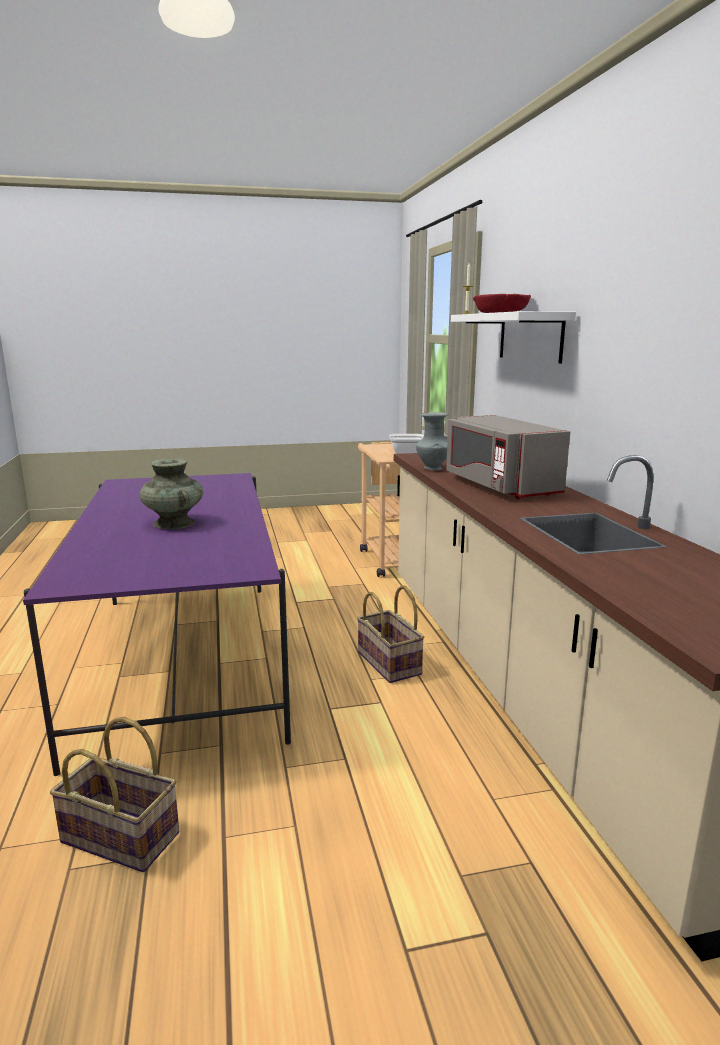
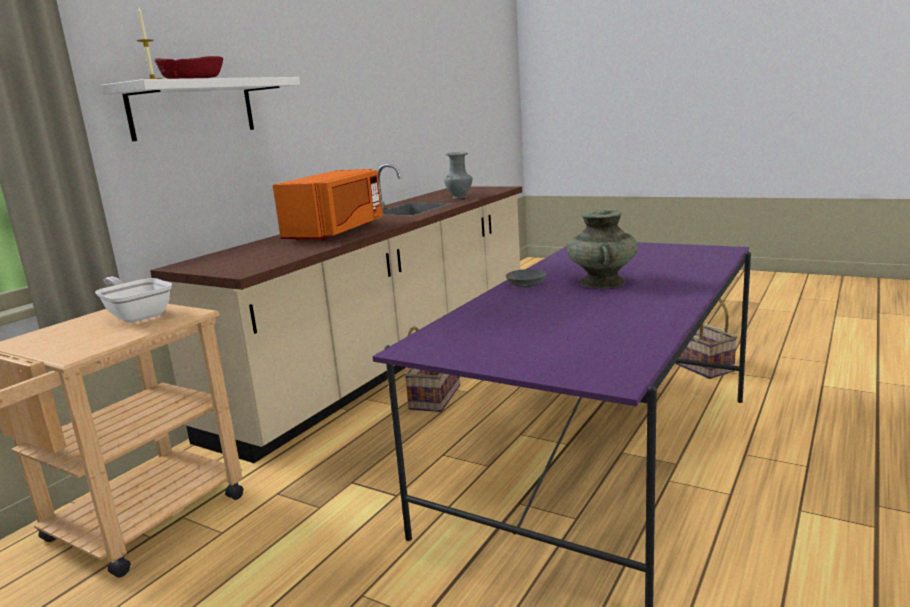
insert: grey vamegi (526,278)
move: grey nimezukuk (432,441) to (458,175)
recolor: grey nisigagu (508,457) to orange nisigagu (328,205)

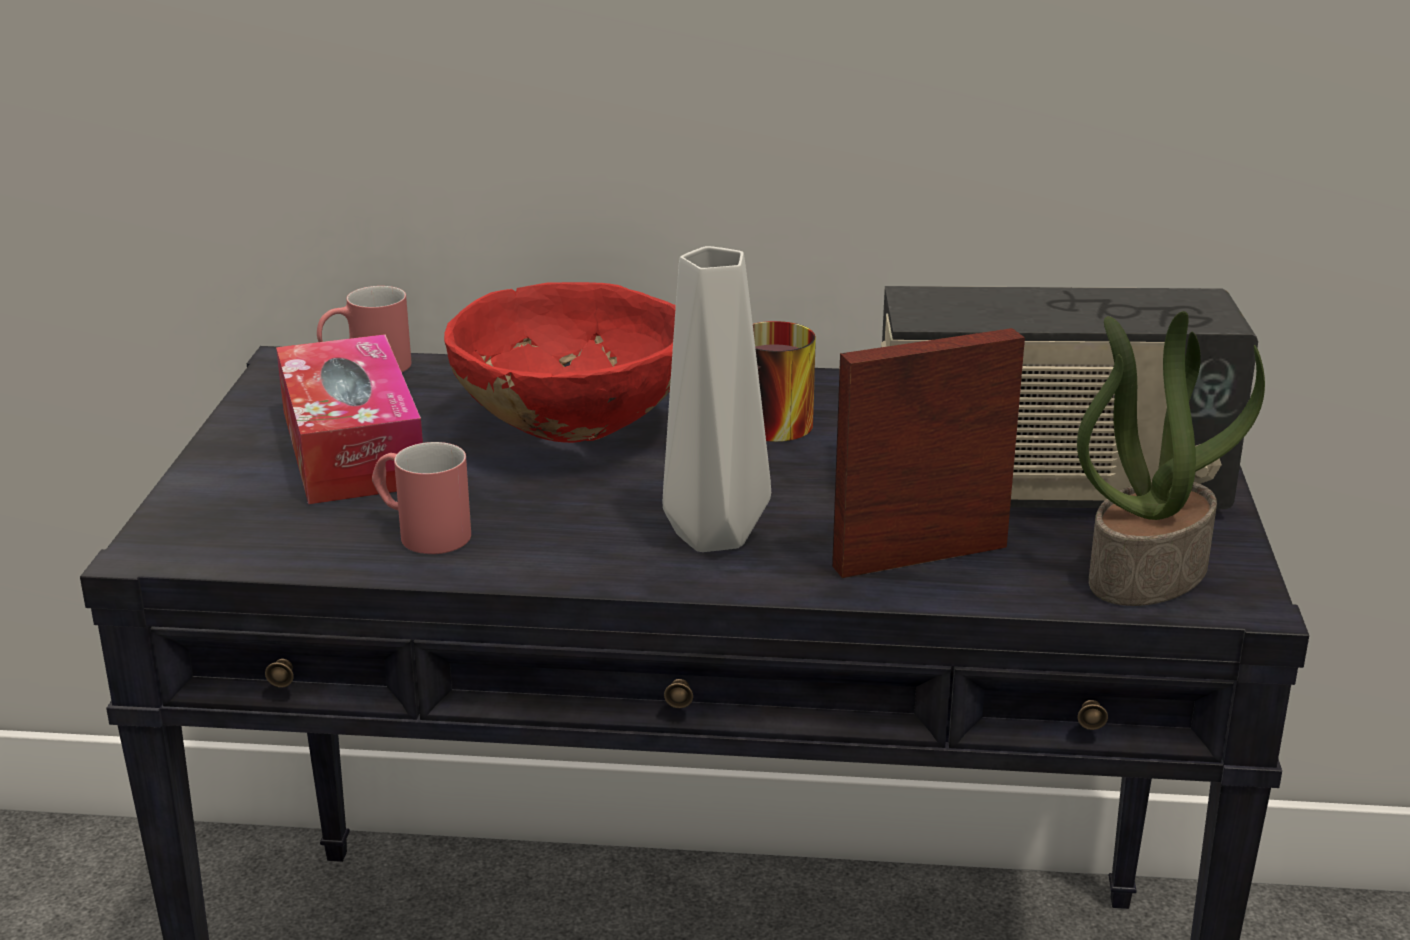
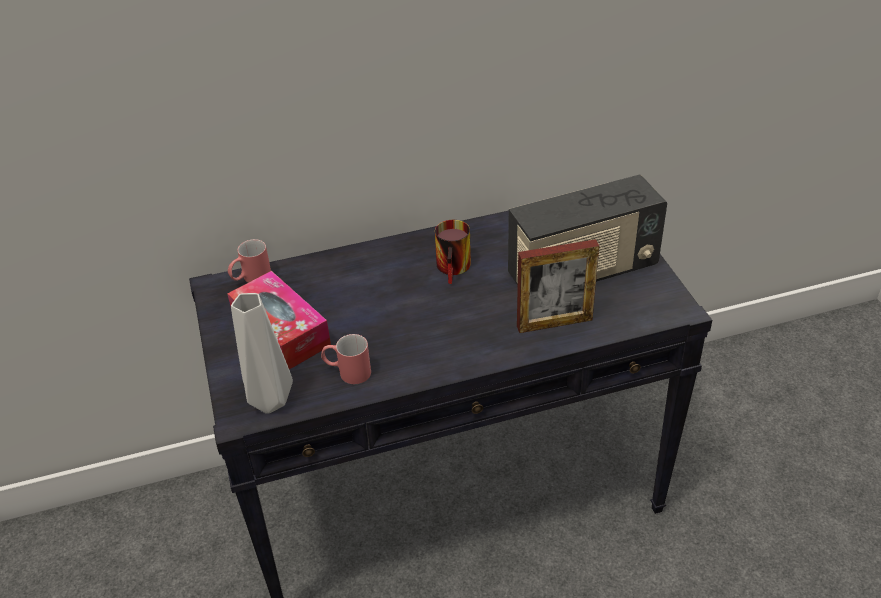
delete: red vamegi (560,362); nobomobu (1171,458)
move: grey nimezukuk (716,399) to (262,353)
rotate: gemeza (928,453) = (558,286) 150 degrees counterclockwise

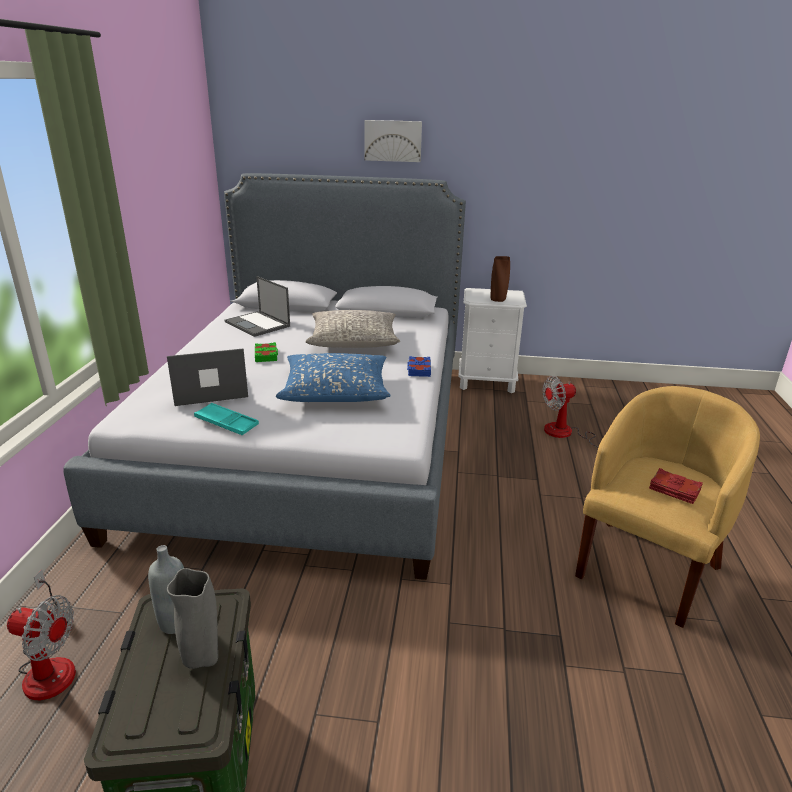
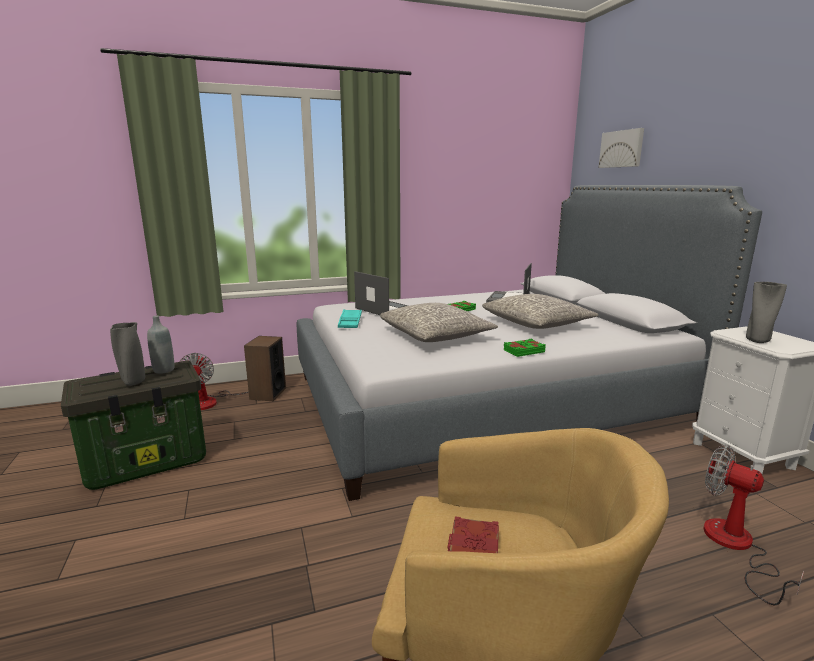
insert: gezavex (265,368)
move: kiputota (393,141) to (621,148)
recolor: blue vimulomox (333,377) to grey vimulomox (439,322); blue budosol (419,366) to green budosol (525,347); brown nimezukuk (500,279) to grey nimezukuk (766,312)

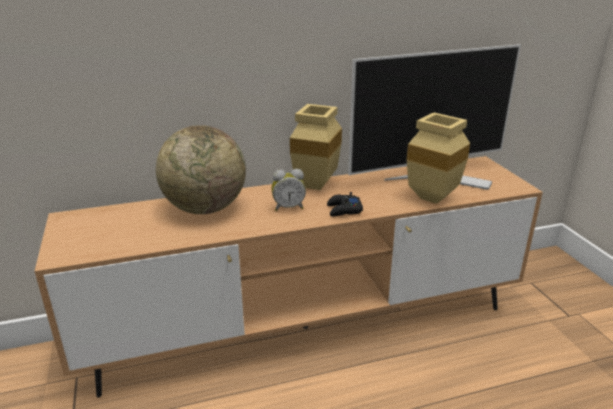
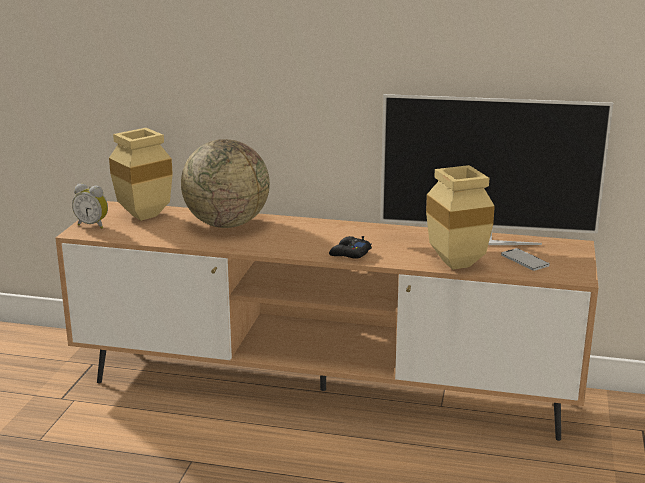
move: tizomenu (288,190) to (90,206); beige nimezukuk (316,147) to (141,174)

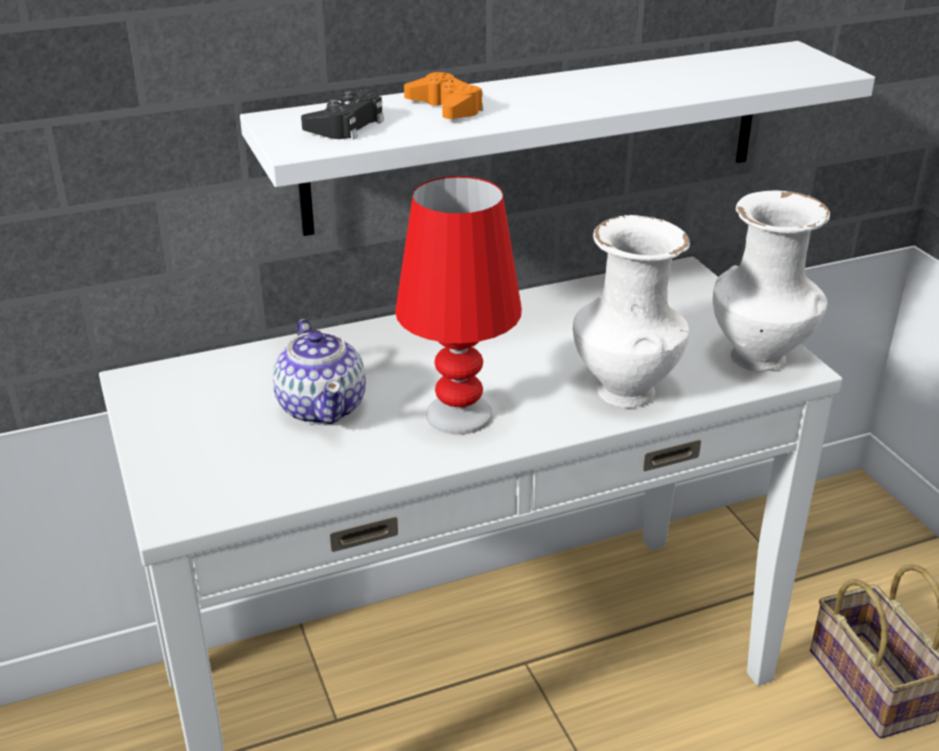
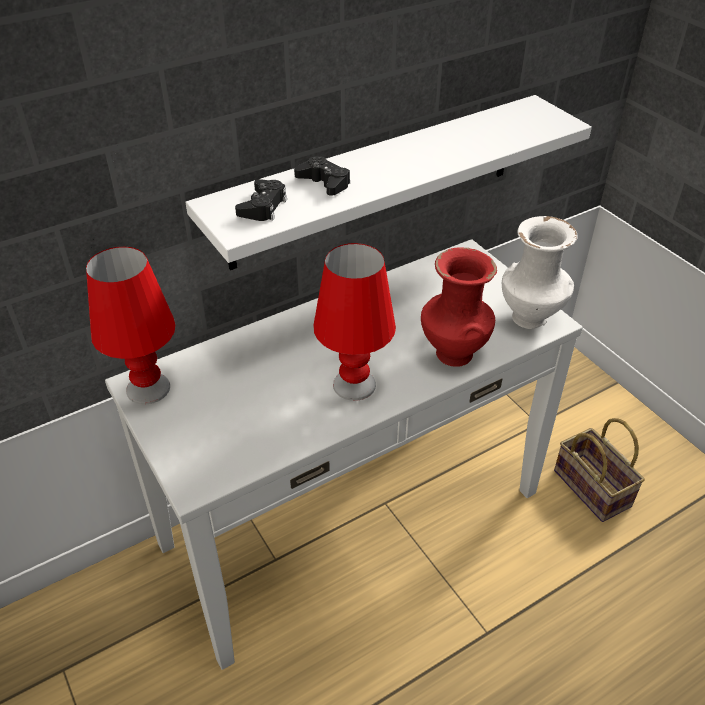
delete: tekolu (319,372)
insert: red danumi (131,326)
recolor: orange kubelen (443,95) to black kubelen (322,176); white nimezukuk (631,311) to red nimezukuk (459,307)

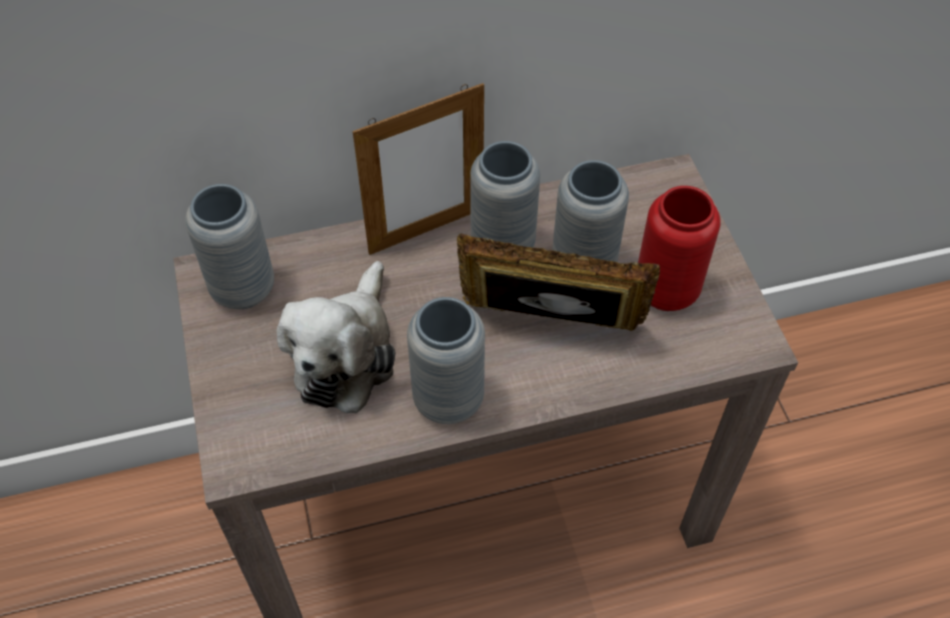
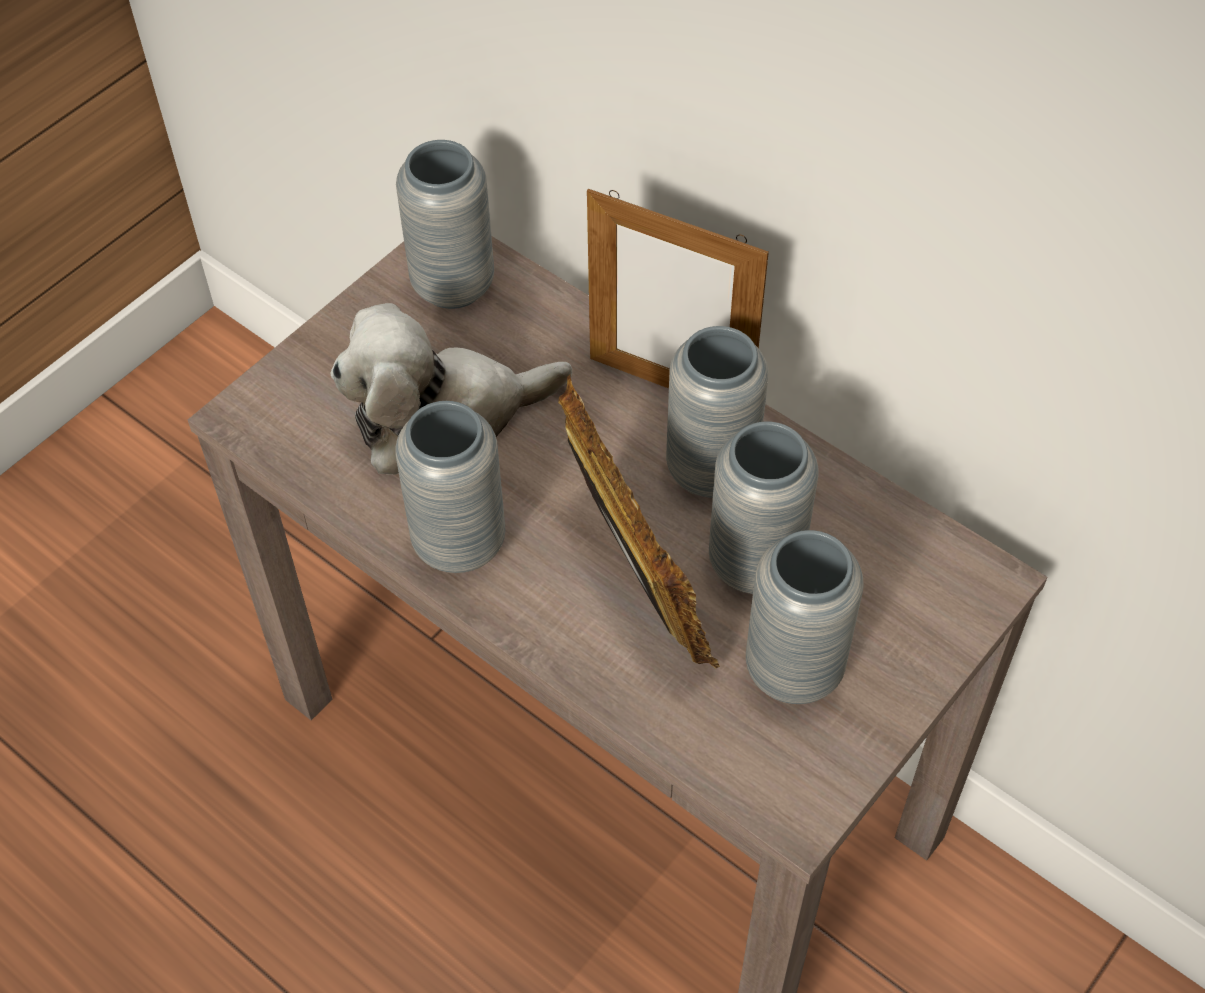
recolor: red nimezukuk (679,248) to grey nimezukuk (805,617)

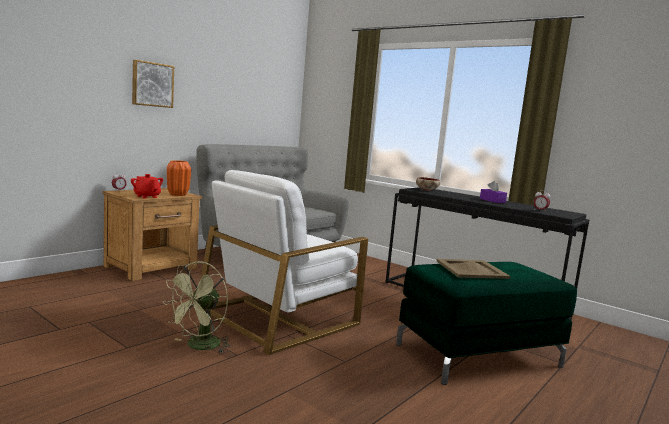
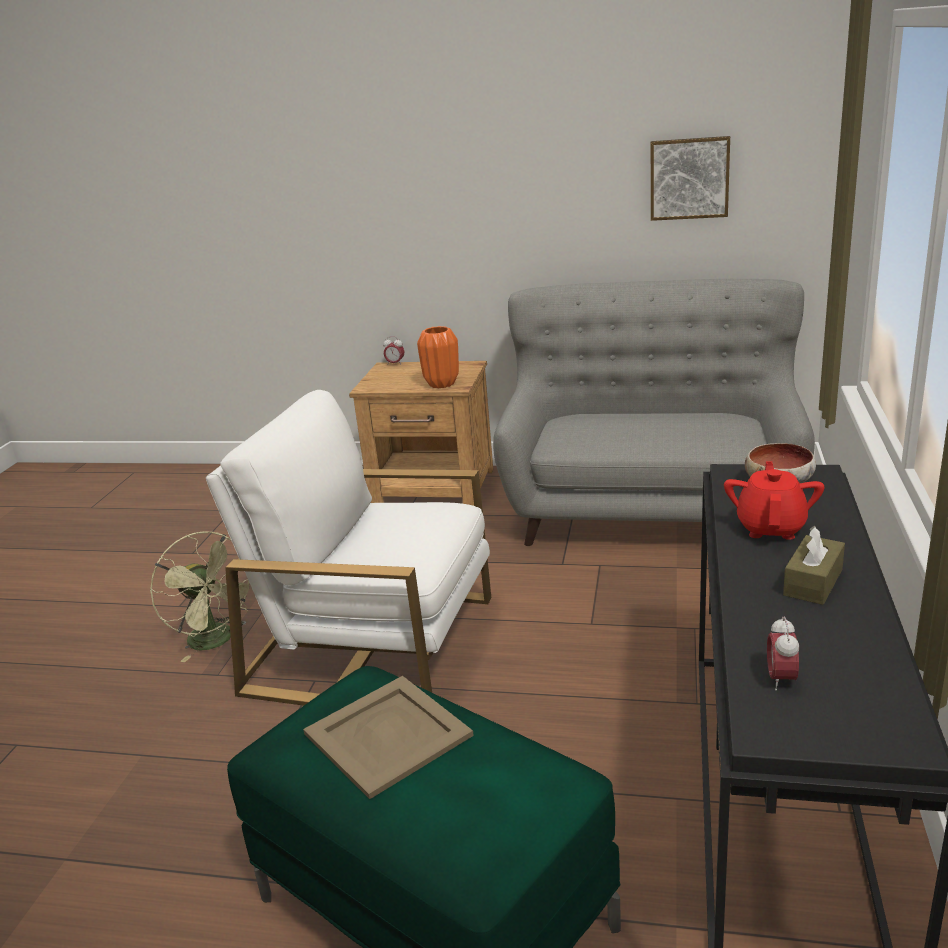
move: red tekolu (147,186) to (774,501); kiputota (153,84) to (690,178)
recolor: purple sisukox (493,192) to brown sisukox (814,565)
rotate: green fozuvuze (196,307) = (199,596) 135 degrees counterclockwise

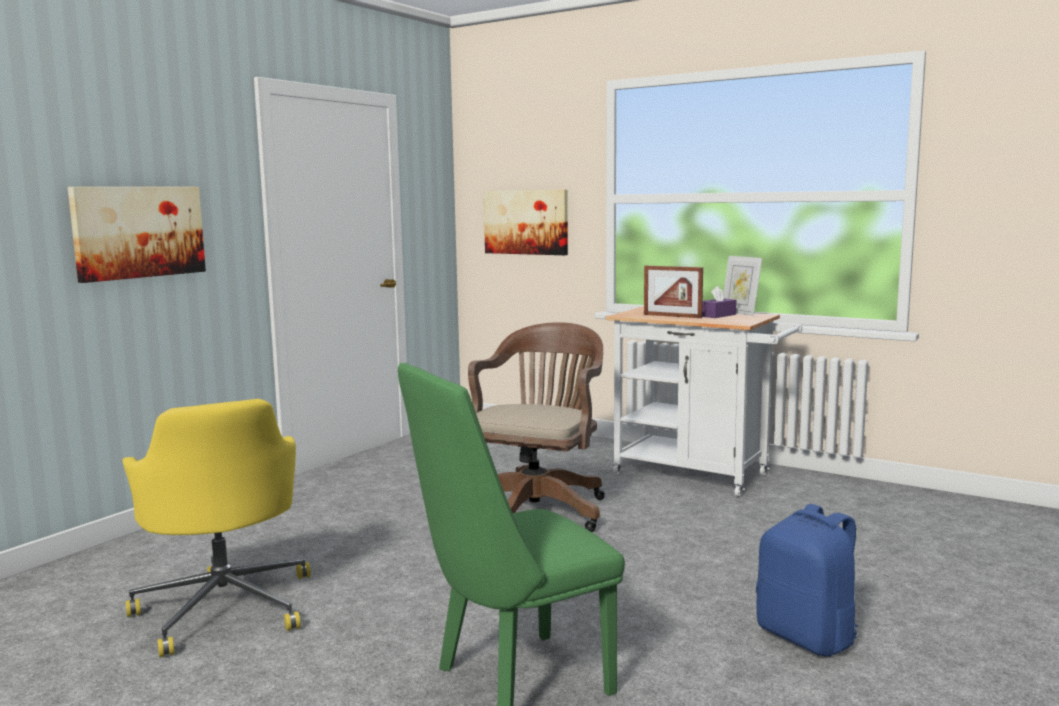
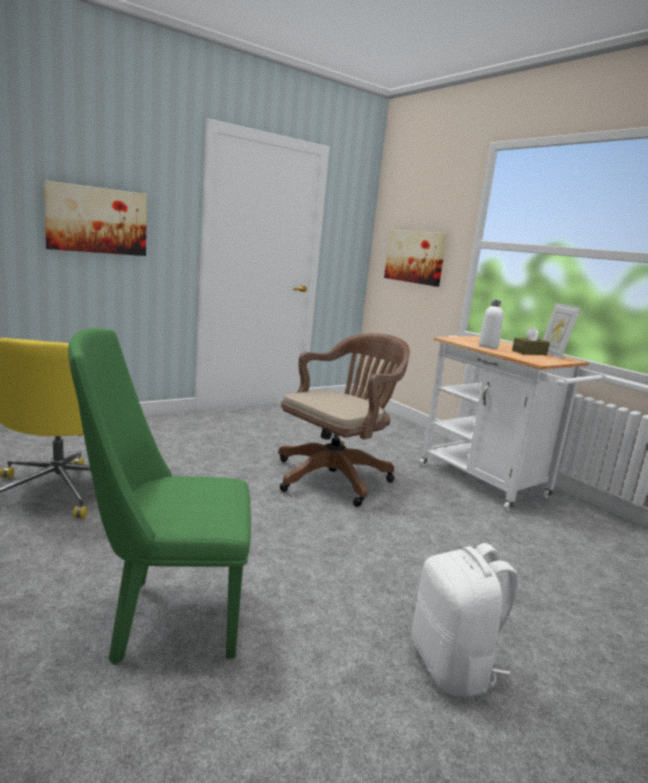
replace: gemeza (673,292) to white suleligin (490,324)
recolor: purple sisukox (719,302) to brown sisukox (531,341); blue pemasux (807,580) to white pemasux (465,620)

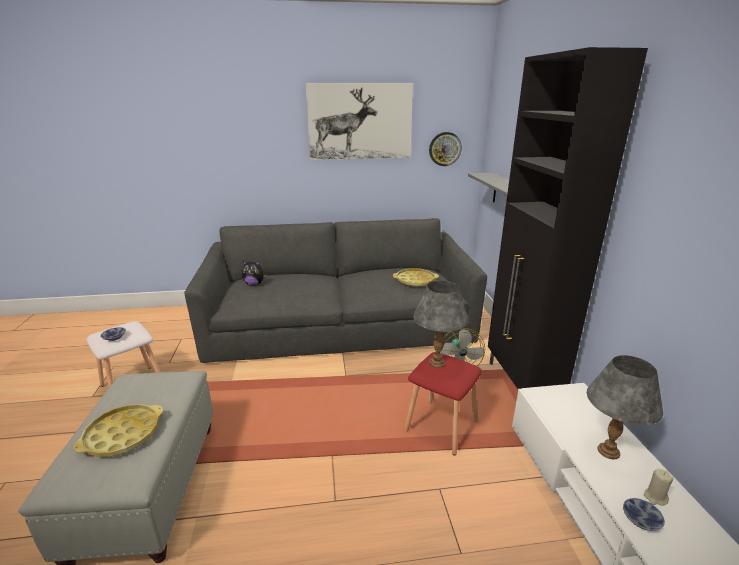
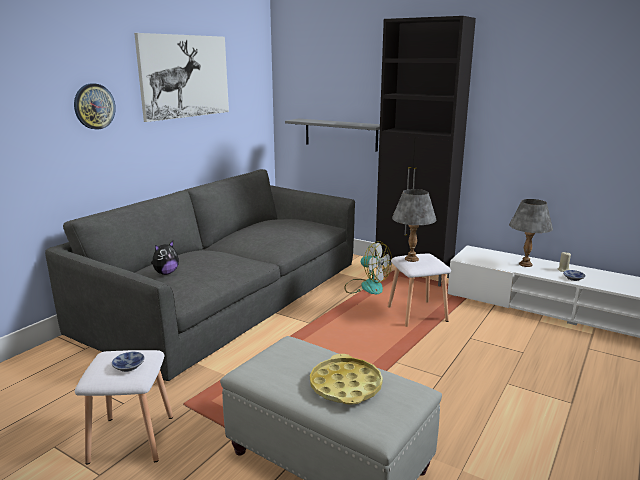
delete: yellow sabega (416,277)
move: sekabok (445,149) to (95,106)
recolor: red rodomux (443,403) to white rodomux (419,290)

